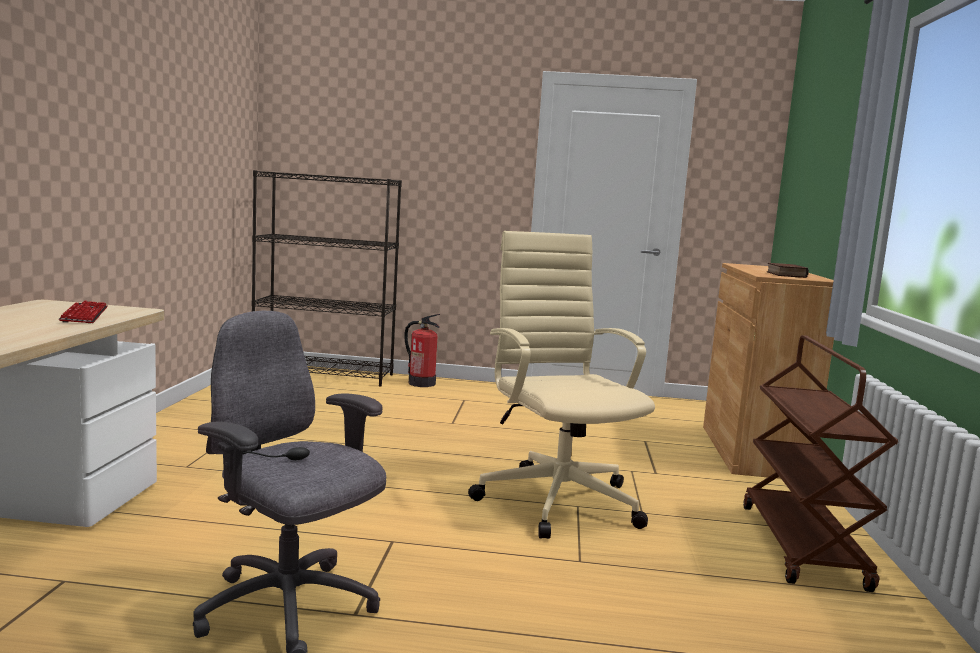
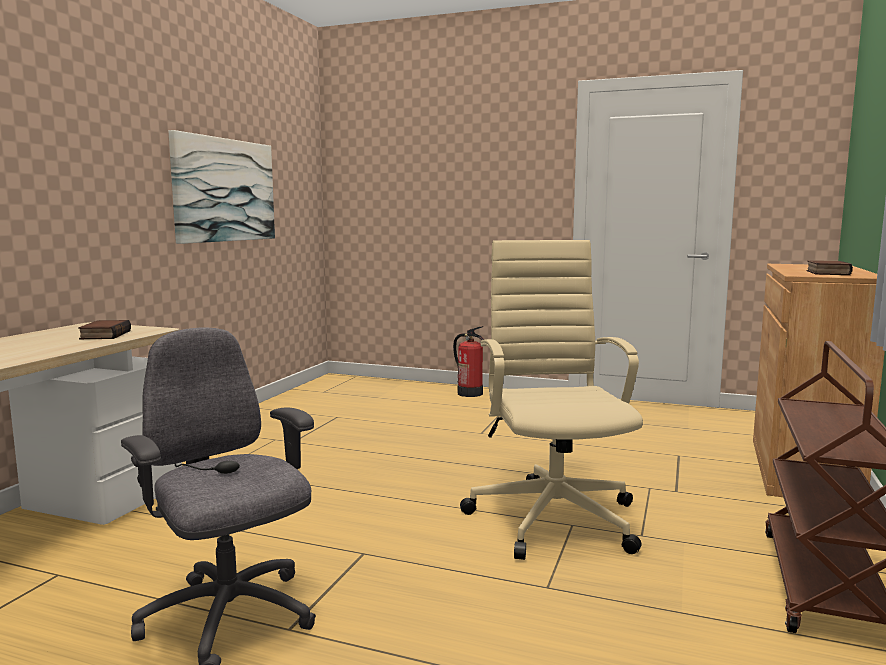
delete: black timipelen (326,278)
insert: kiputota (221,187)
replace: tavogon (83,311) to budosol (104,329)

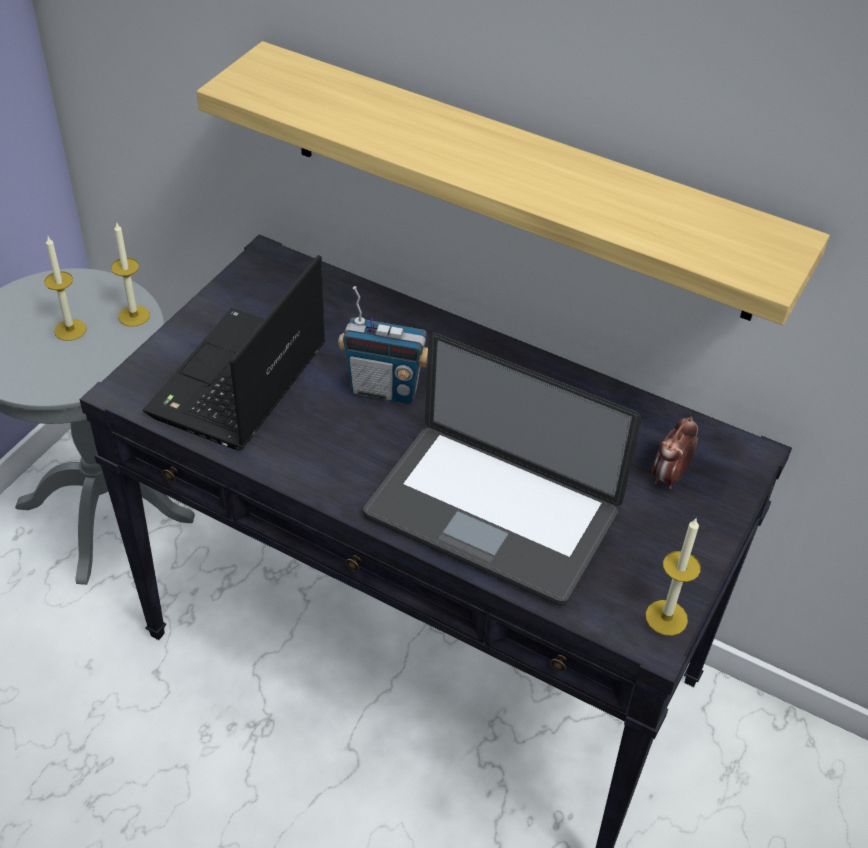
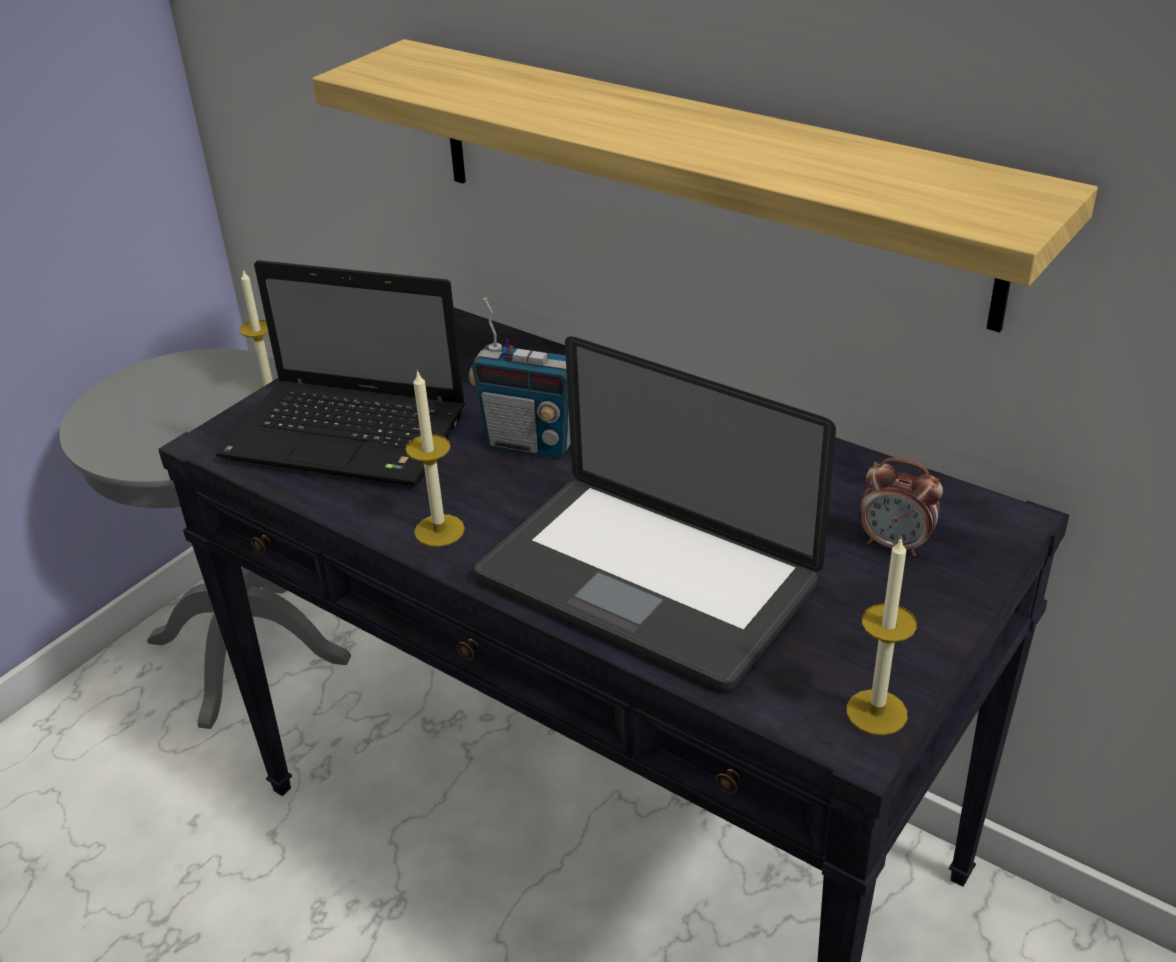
move: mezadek (65,289) to (435,458)
rotate: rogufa (234,352) = (341,373) 105 degrees counterclockwise; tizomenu (675,452) = (901,507) 105 degrees counterclockwise

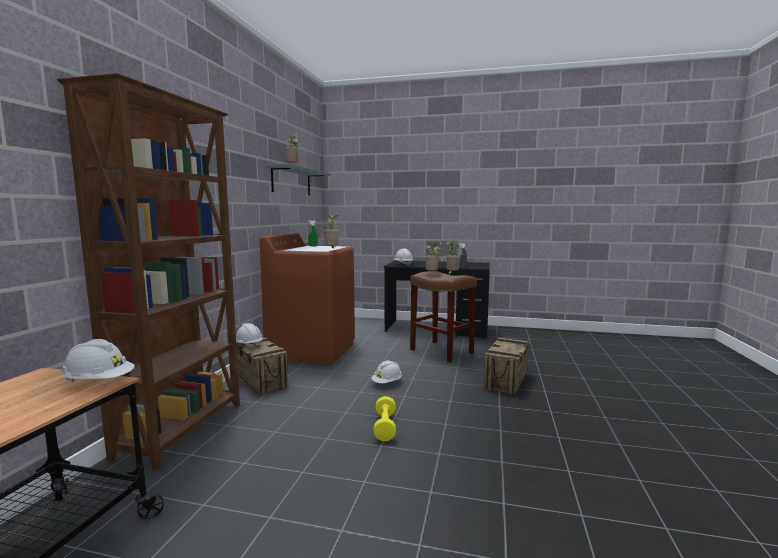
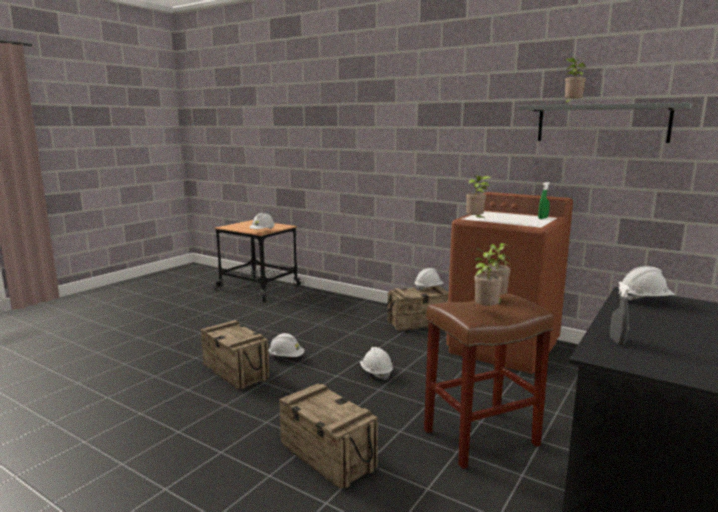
delete: brown timipelen (148,271)
insert: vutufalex (235,355)
replace: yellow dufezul (384,419) to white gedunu (286,345)

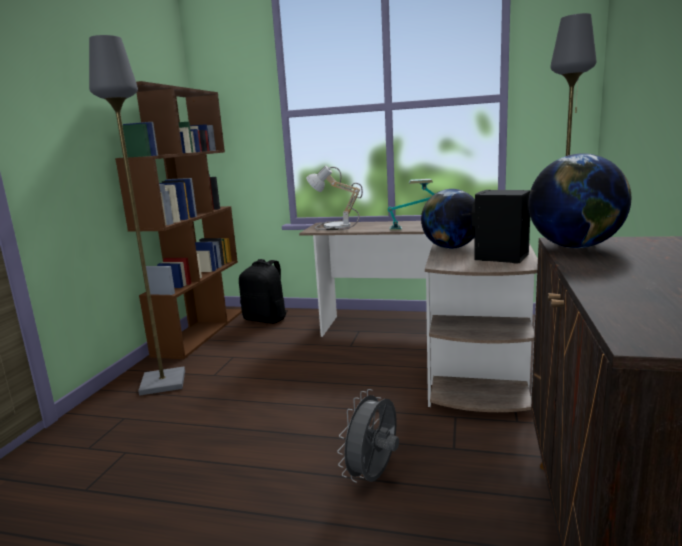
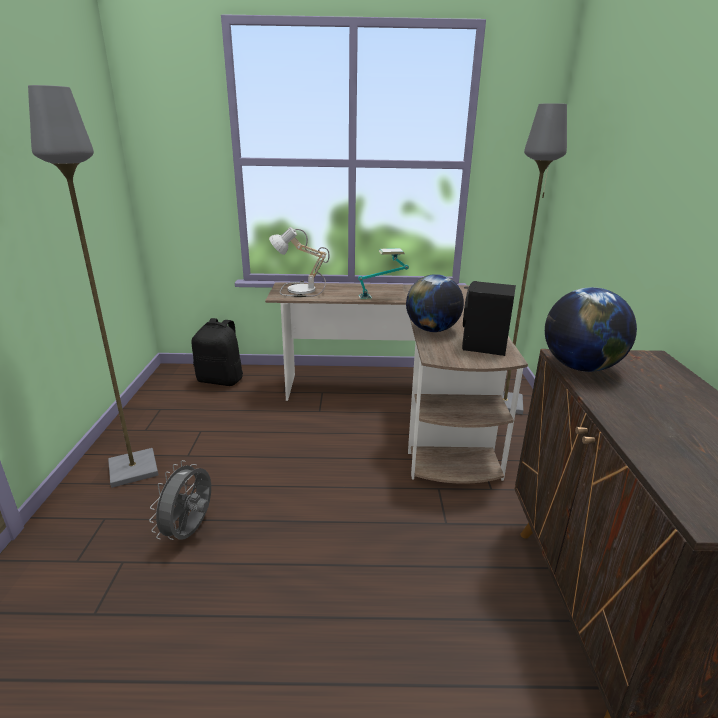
delete: brown timipelen (178,220)
move: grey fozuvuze (368,436) to (180,500)

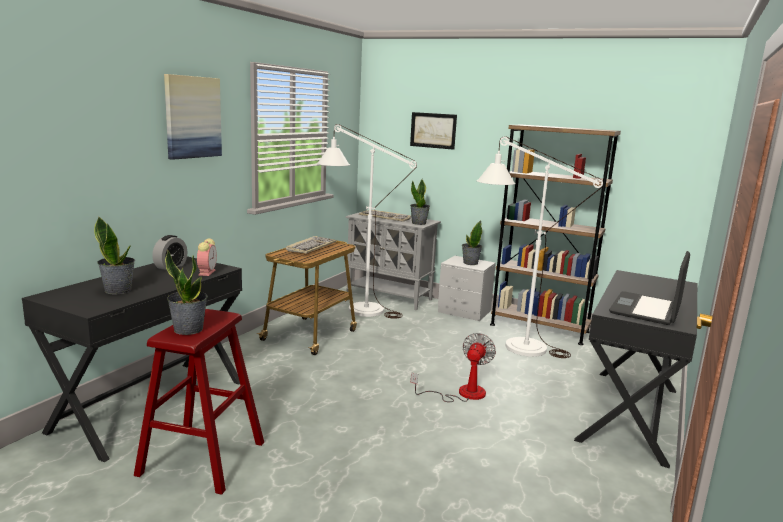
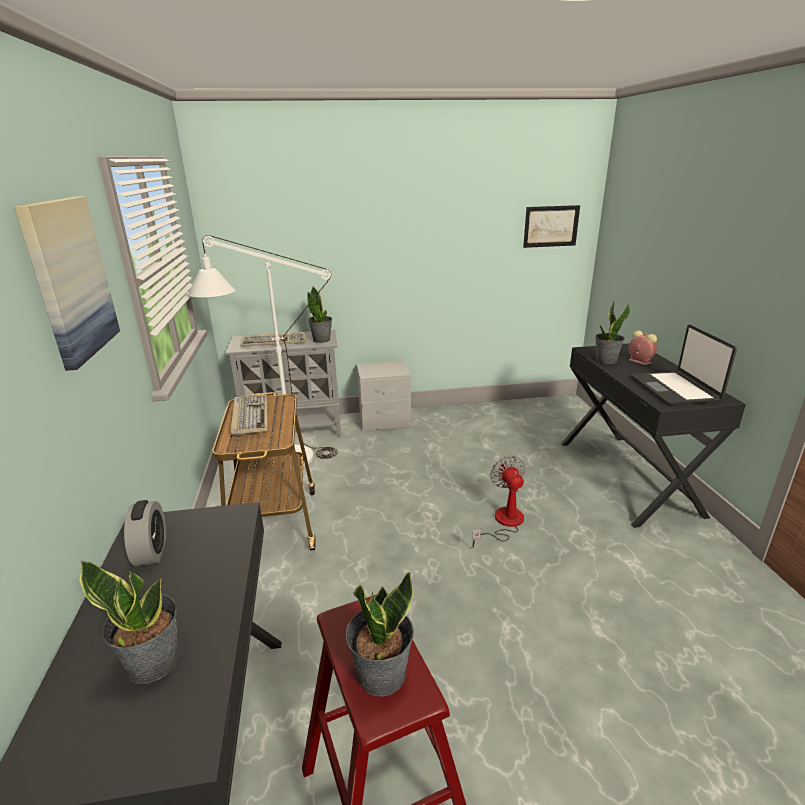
delete: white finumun (540,247); brown timipelen (555,235)
move: tizomenu (207,257) to (643,348); kiputota (433,131) to (551,226); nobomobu (472,243) to (612,332)

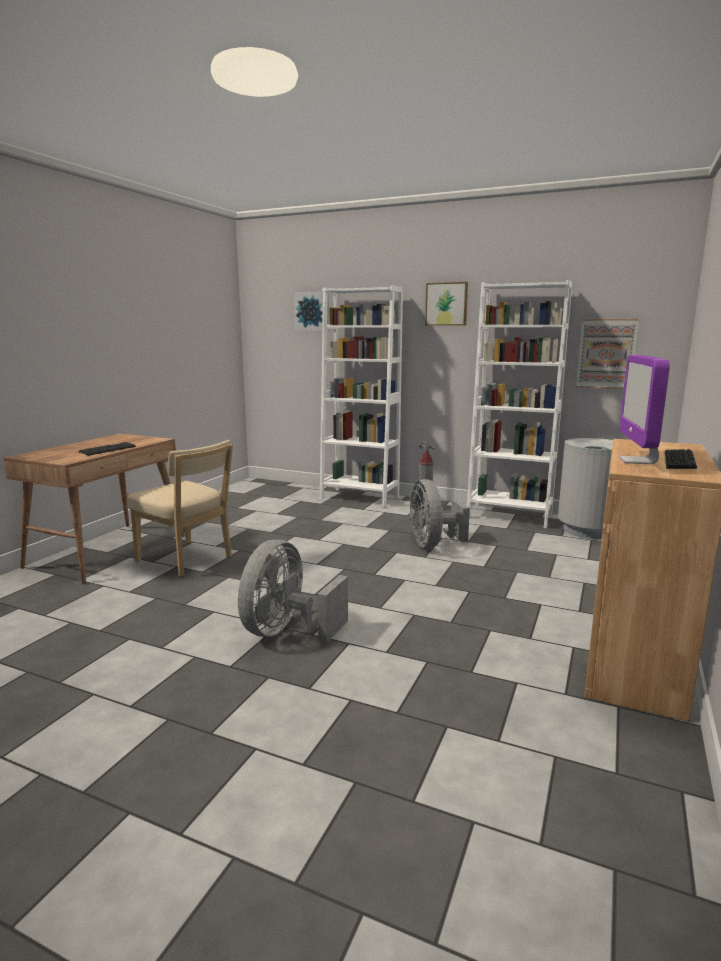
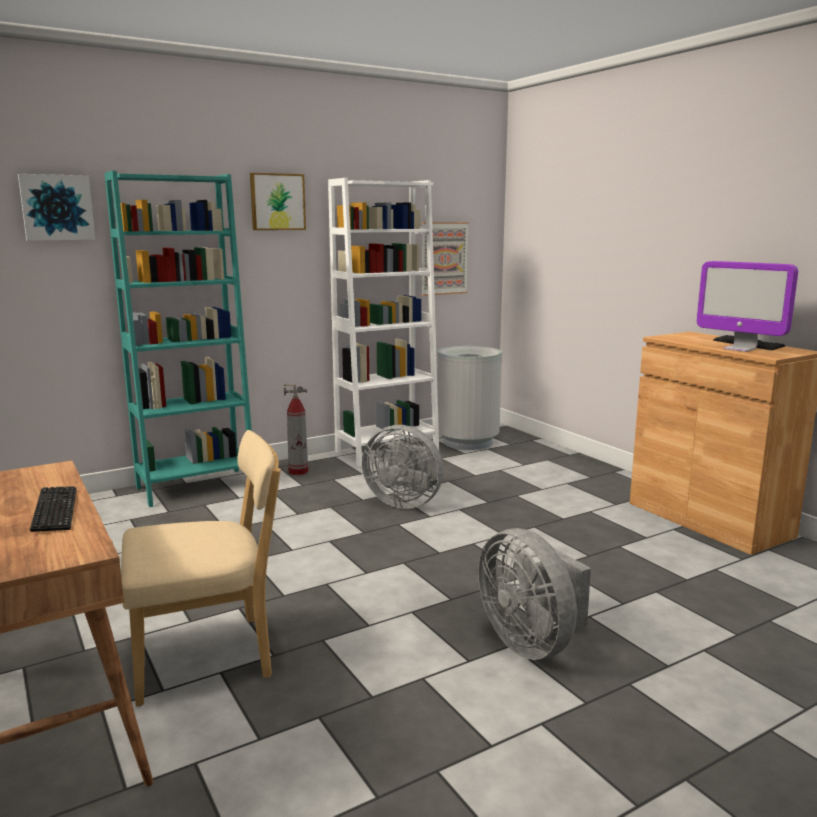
recolor: white timipelen (361,396) to turquoise timipelen (178,339)

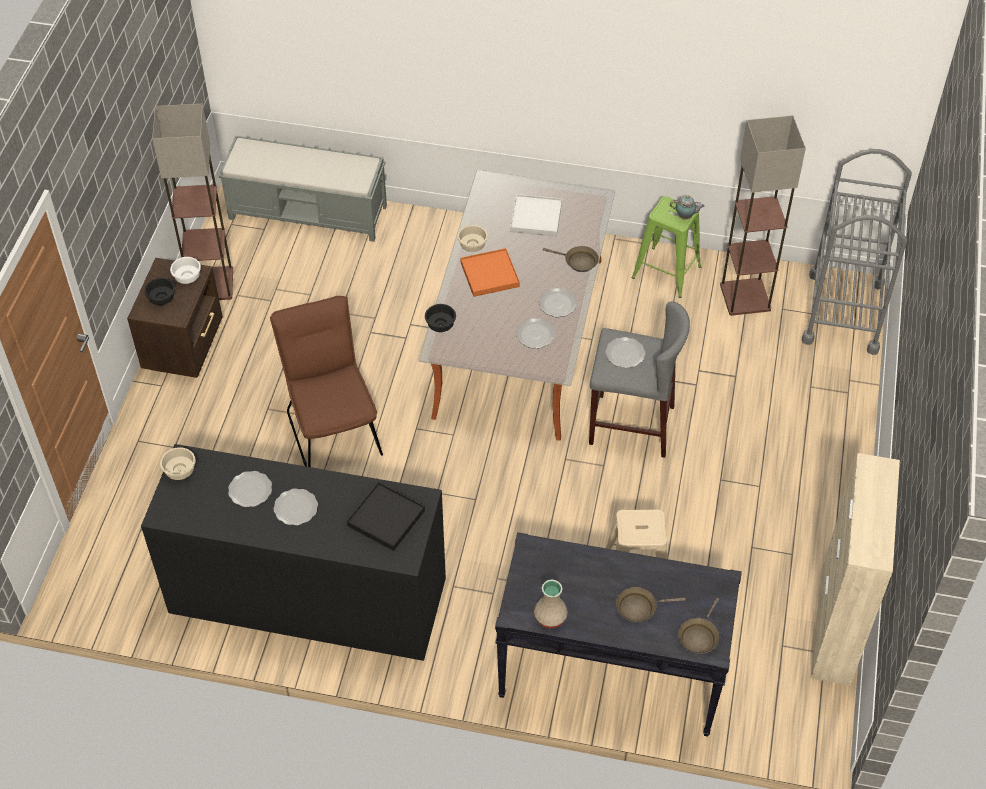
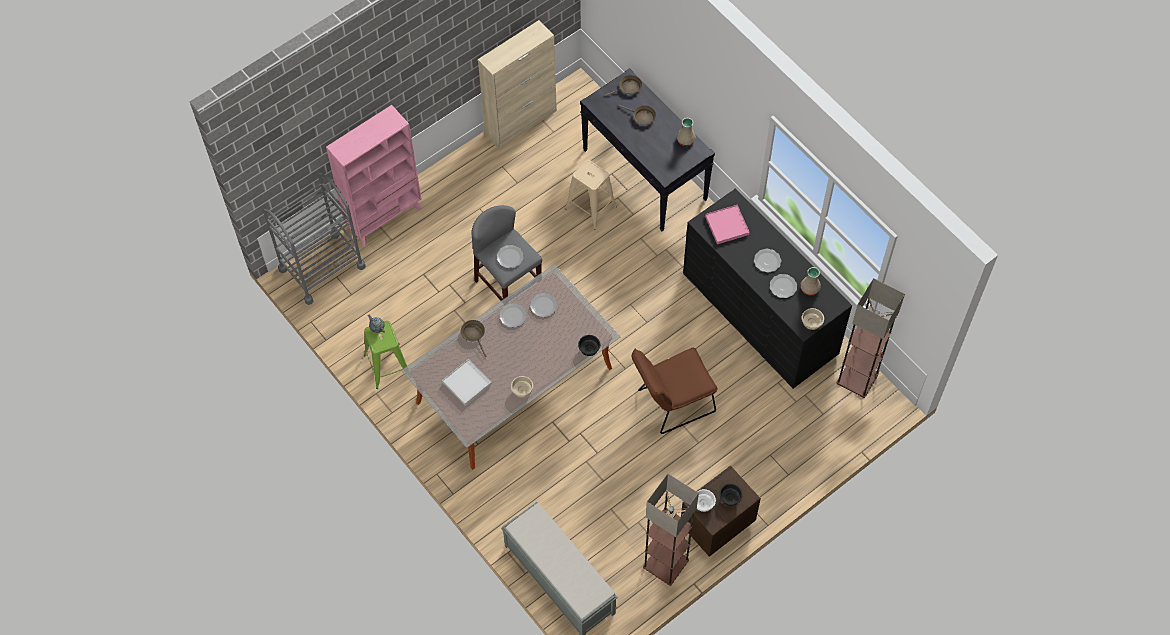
delete: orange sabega (490,272)
insert: pink timipelen (373,176); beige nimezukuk (810,281)
move: finumun (763,215) to (871,338)
recolor: black sabega (386,516) to pink sabega (727,224)
rotate: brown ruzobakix (326,381) = (675,391) 45 degrees clockwise

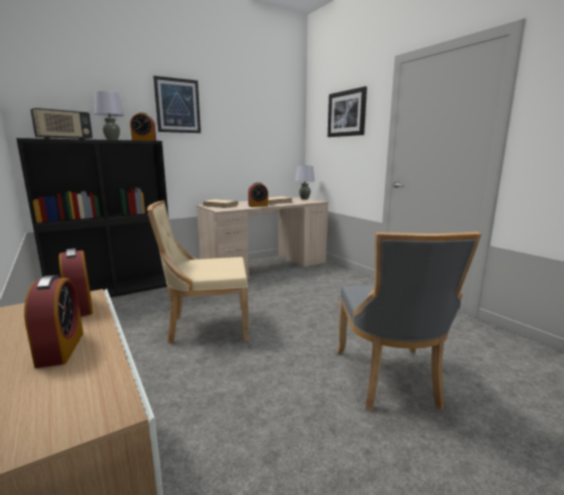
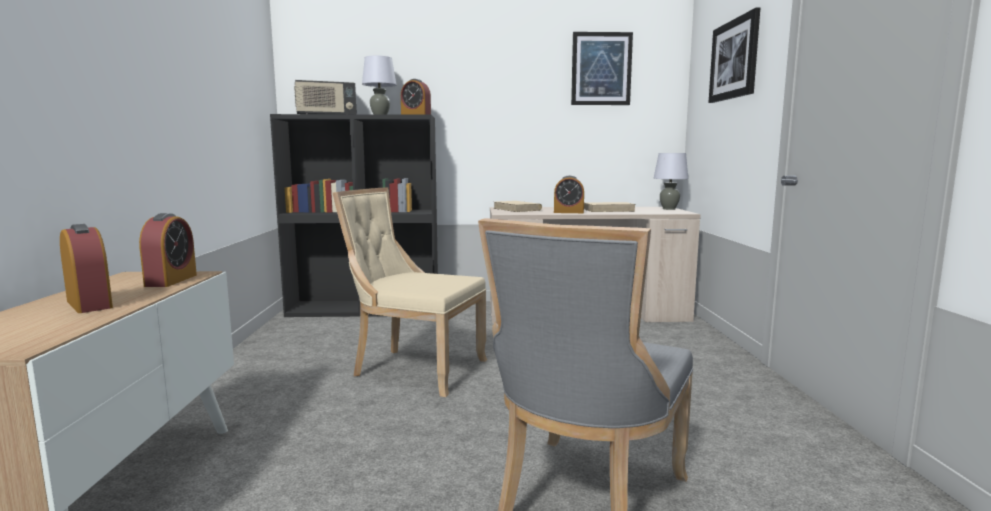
move: kiputota (177,104) to (602,68)
rotate: tizomenu (53,321) = (86,268) 60 degrees counterclockwise

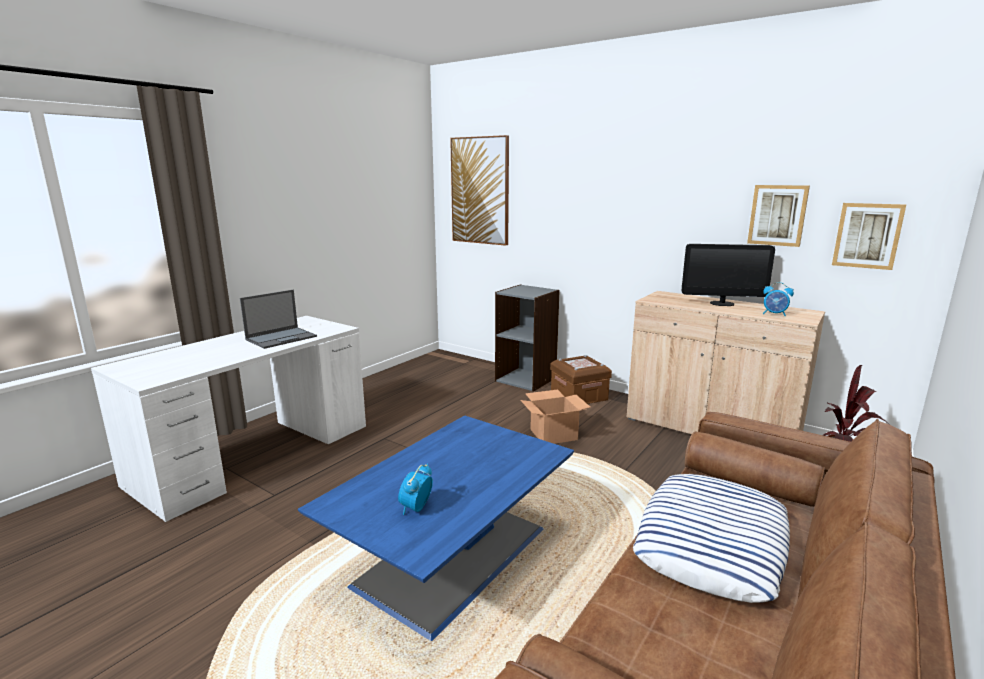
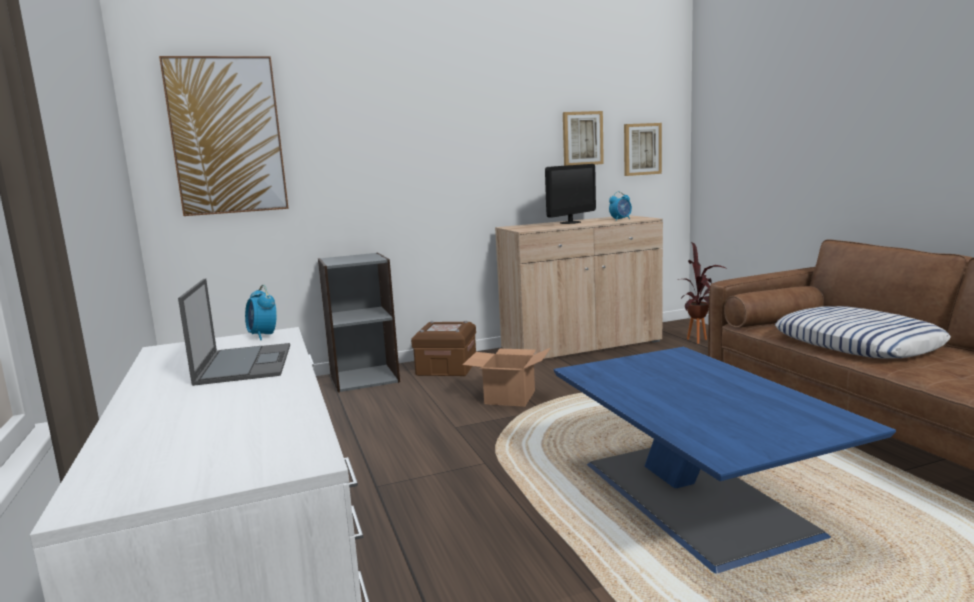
move: tizomenu (415,489) to (261,312)

